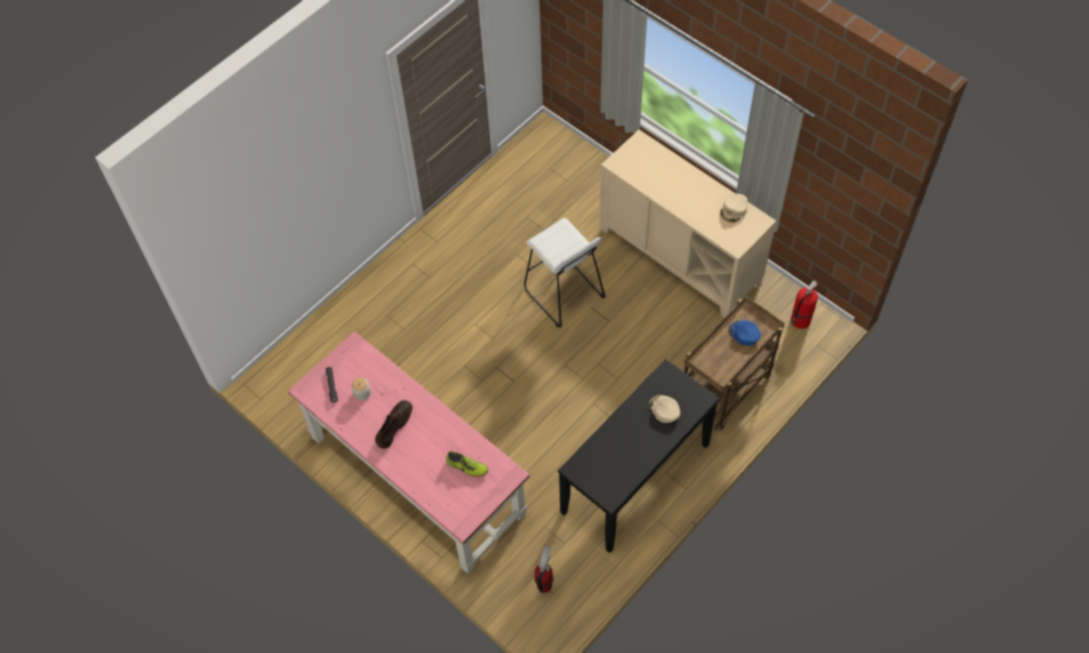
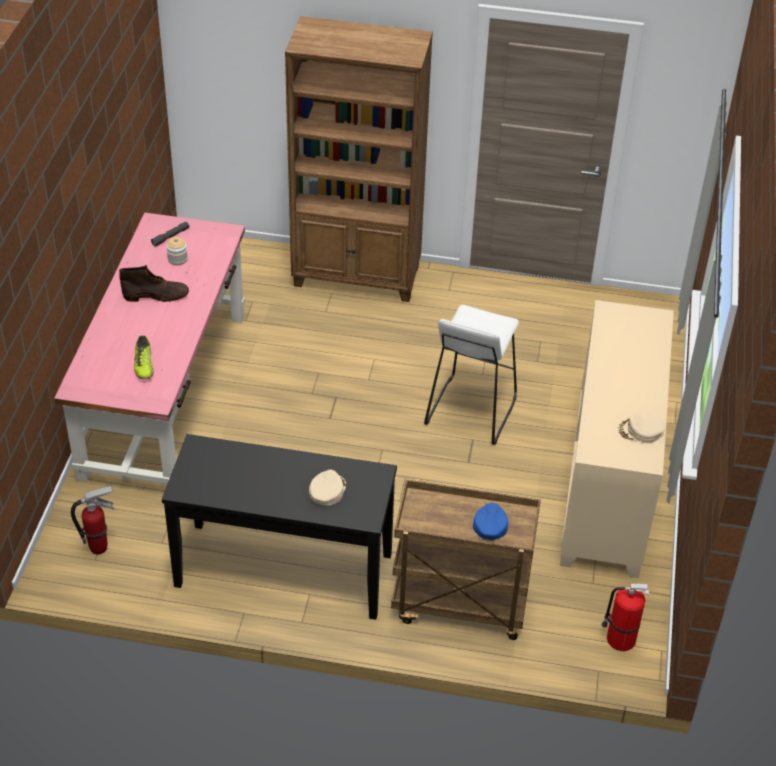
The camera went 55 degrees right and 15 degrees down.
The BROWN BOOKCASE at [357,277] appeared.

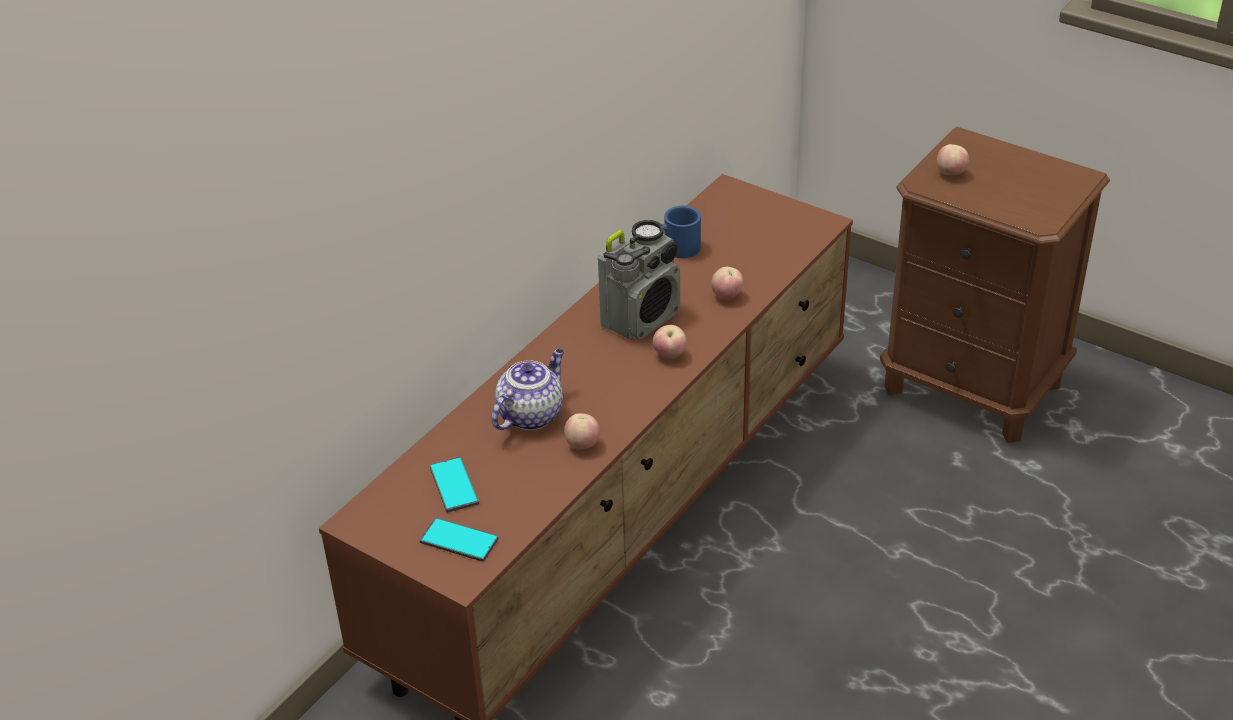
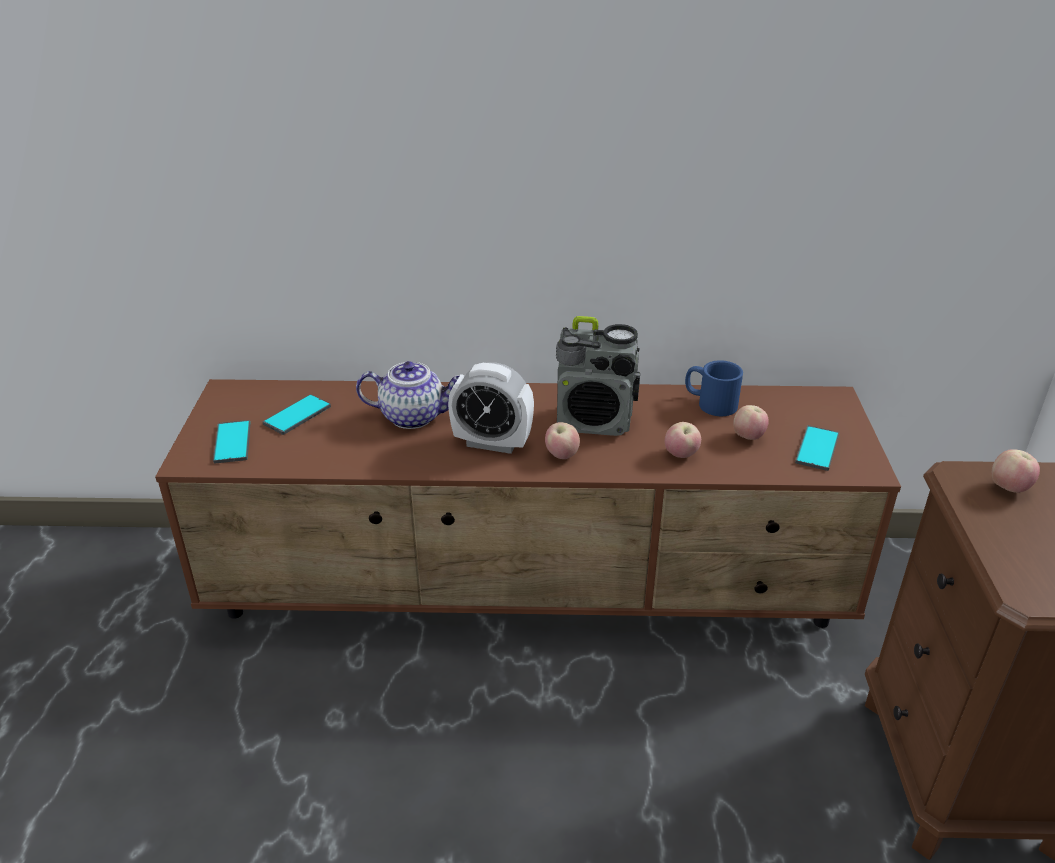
The camera went 55 degrees right and 5 degrees down.
The ALARM CLOCK at [492,443] appeared.
The APPLE moved from [582,445] to [748,437].
The PHONE at [817,448] appeared.

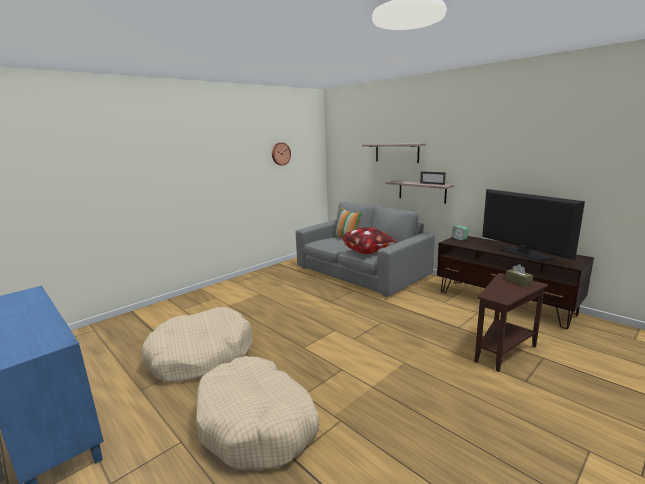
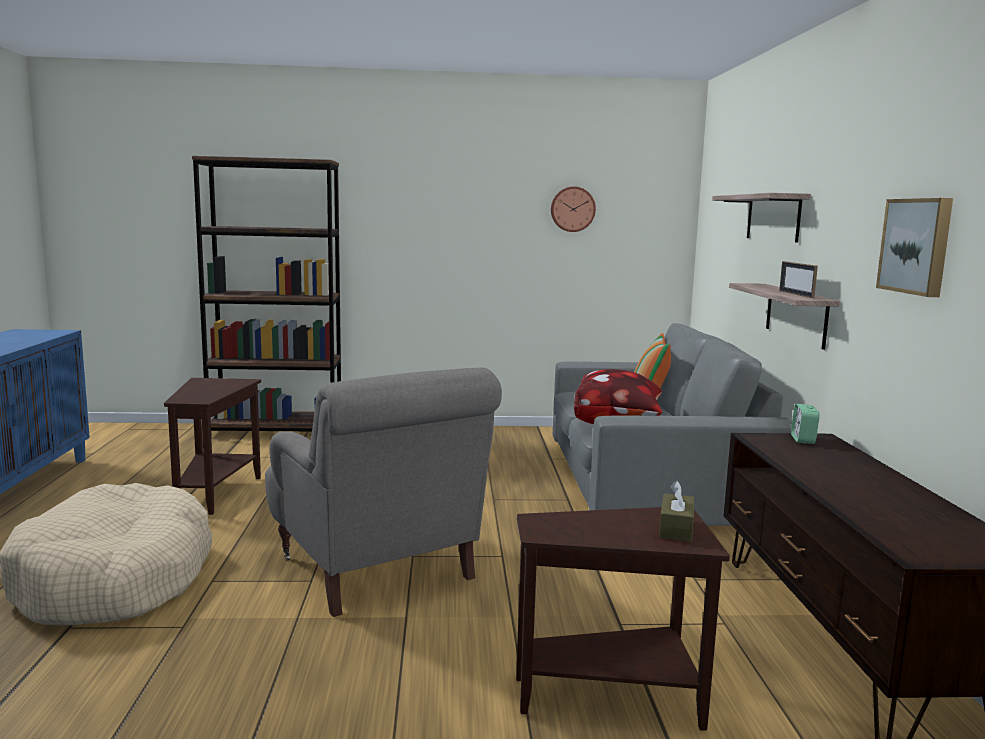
The camera went 40 degrees right and 5 degrees down.
The BEIGE DOG BED at [201,355] was replaced by the BROWN SIDE TABLE at [214,492].
The BROWN BOOKCASE at [277,431] appeared.
The GREY ARMCHAIR at [377,569] appeared.
The PICTURE at [917,246] appeared.
The TELEVISION at [523,253] disappeared.

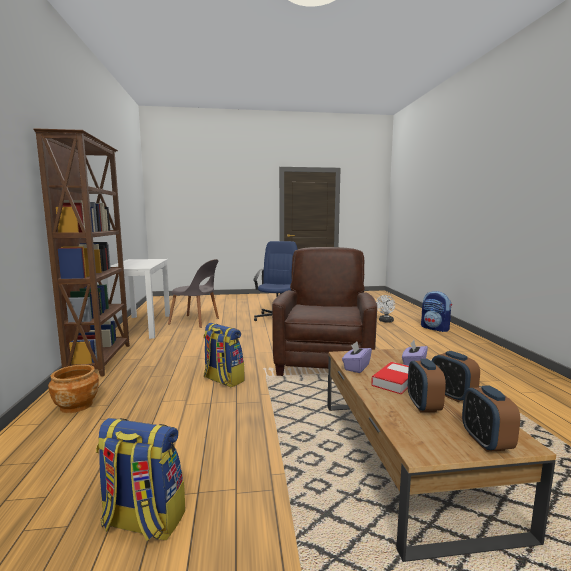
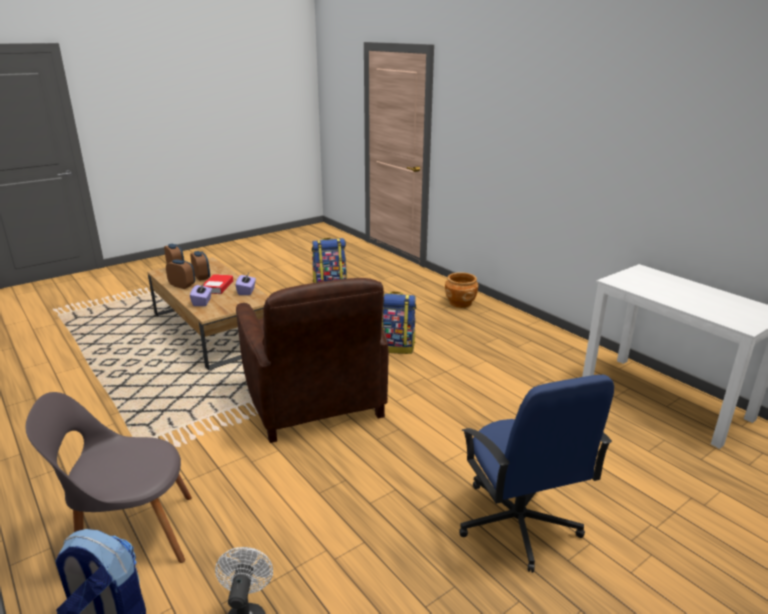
The camera went 150 degrees right and 15 degrees up.
The GREY CHAIR moved from [196,321] to [132,535].
The BROWN BOOKCASE at [101,360] disappeared.

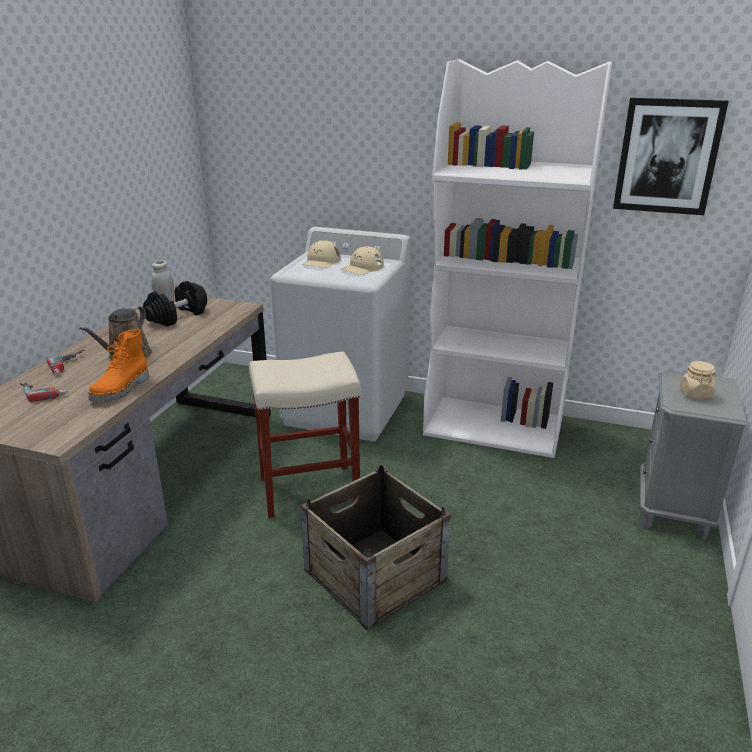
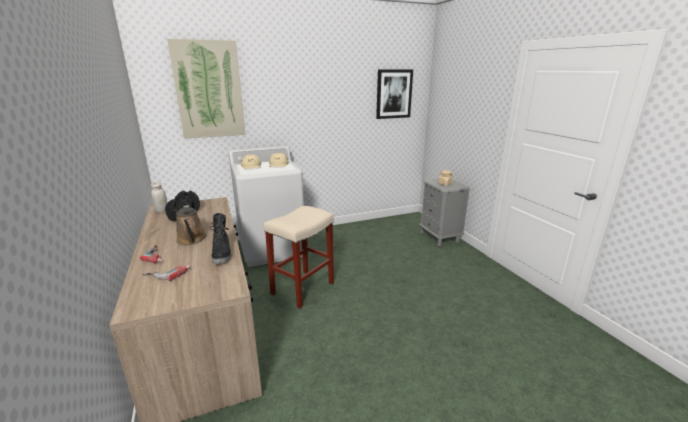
The camera went 40 degrees left and 5 degrees down.
The PICTURE at [209,90] appeared.
The ORANGE BOOT at [122,390] became the BLACK BOOT at [222,254].
The CRATE at [375,575] disappeared.
The WHITE BOOKCASE at [495,427] disappeared.

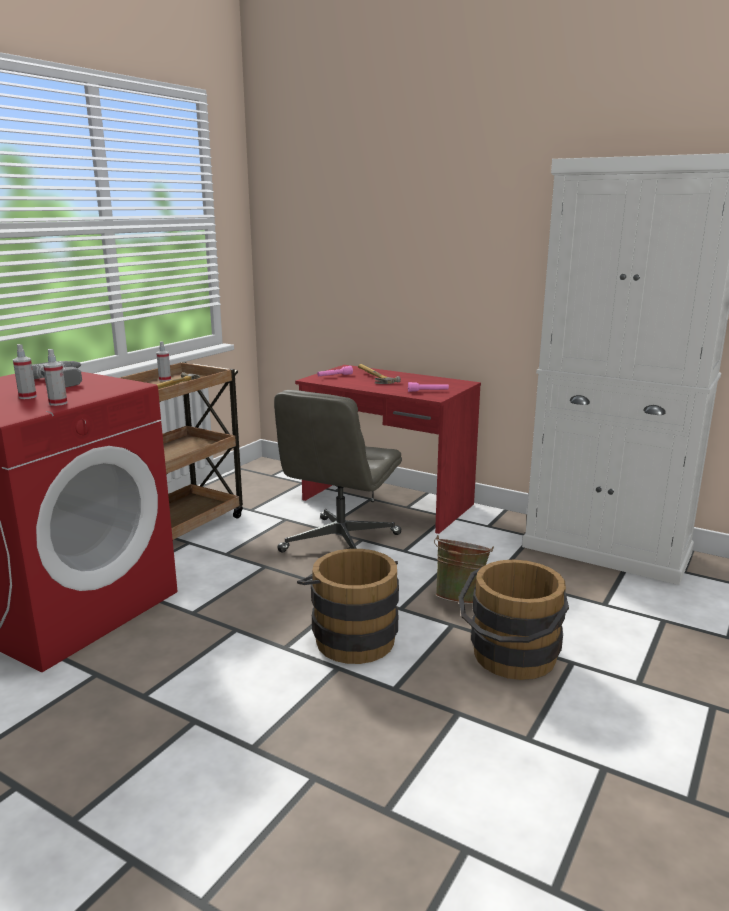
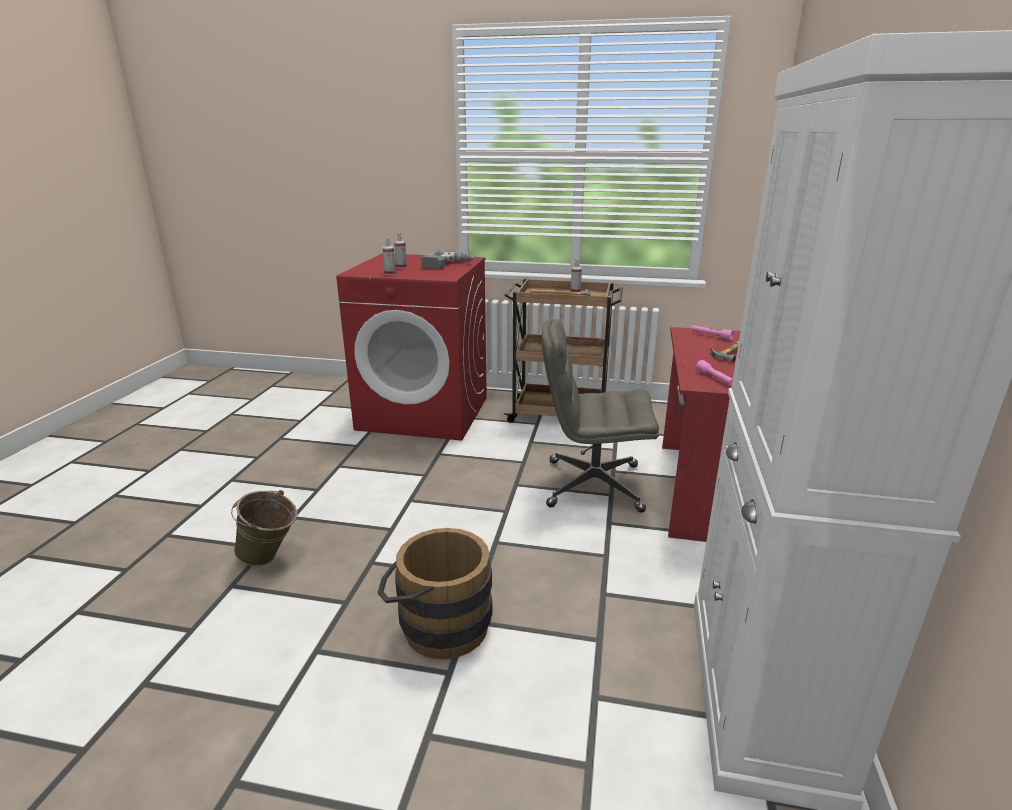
The camera went 70 degrees right and 5 degrees up.
The GREEN BUCKET moved from [460,598] to [271,559].
The BROWN BUCKET at [351,636] disappeared.

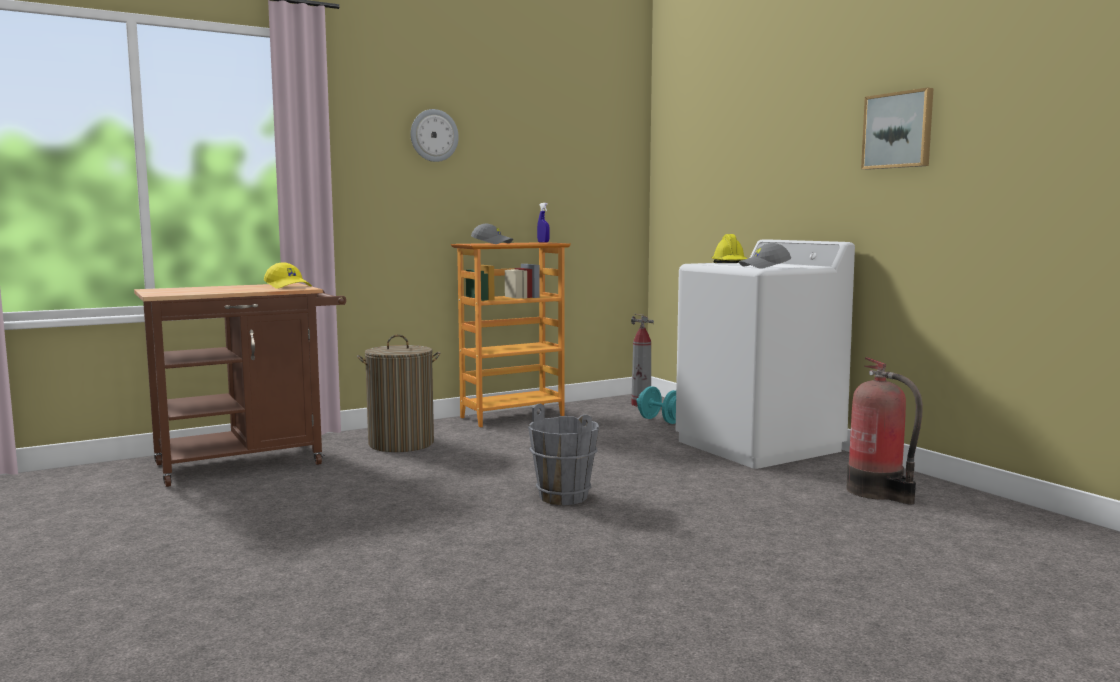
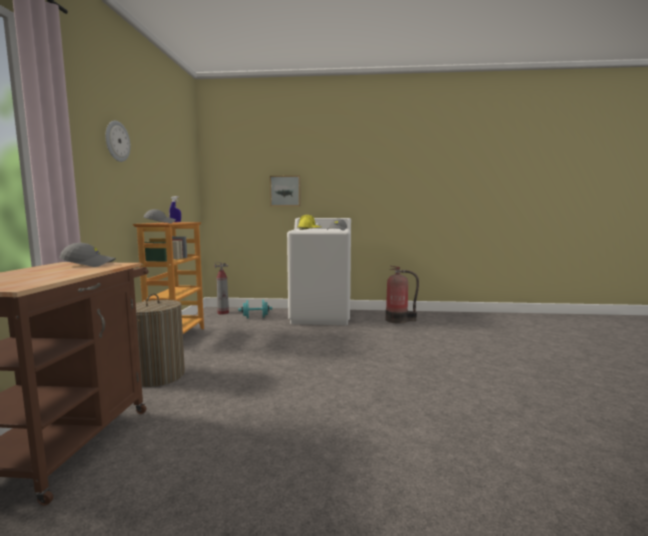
The camera went 55 degrees left and 0 degrees up.
The YELLOW CAP at [288,286] became the GREY CAP at [89,264].
The PICTURE moved from [898,130] to [285,191].
The GREY BUCKET at [564,497] disappeared.

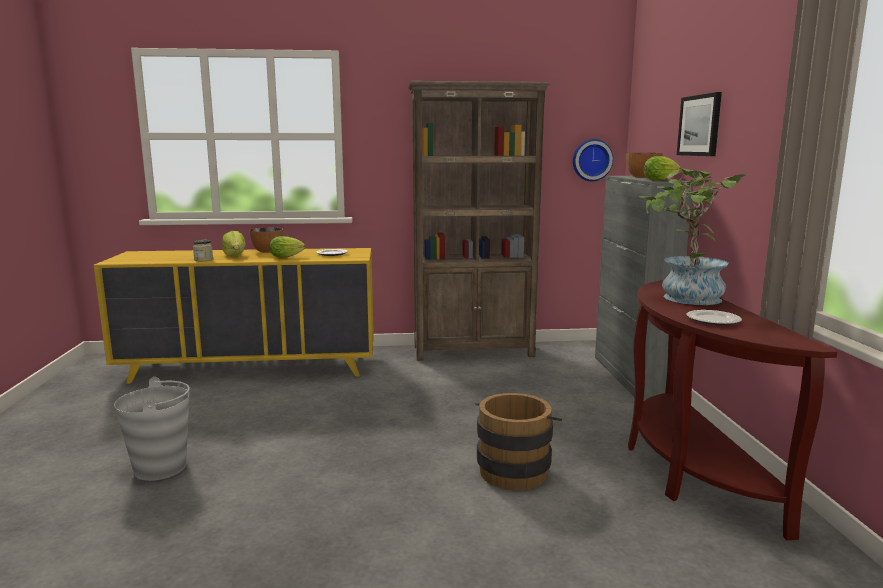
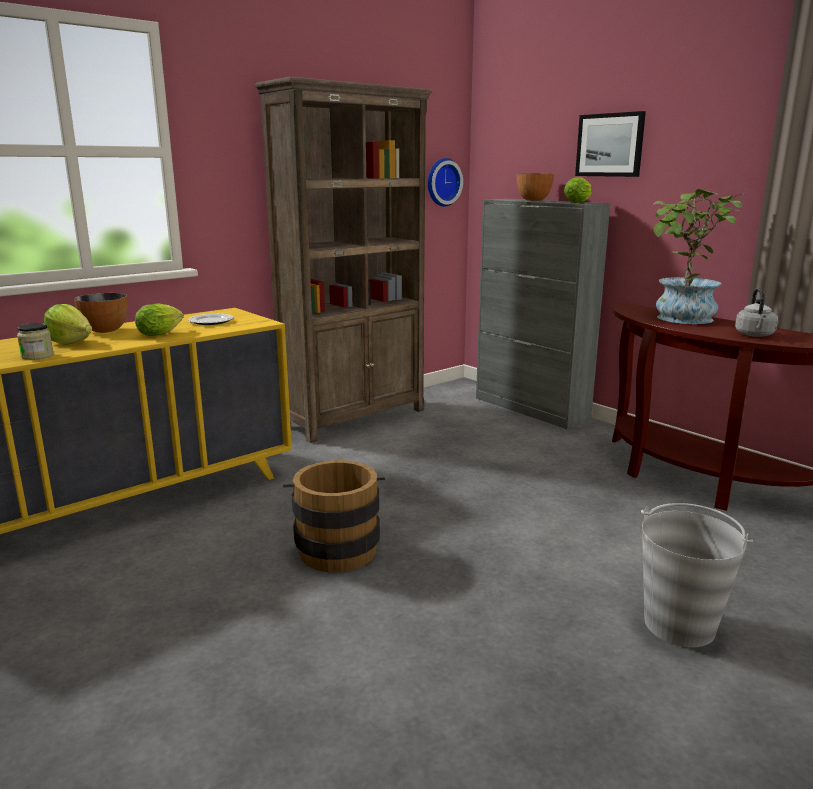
The camera went 35 degrees left and 5 degrees up.
The BROWN BUCKET moved from [515,468] to [336,546].
The GREY BUCKET moved from [161,468] to [680,625].
The PLATE at [713,320] was replaced by the GREY KETTLE at [754,335].

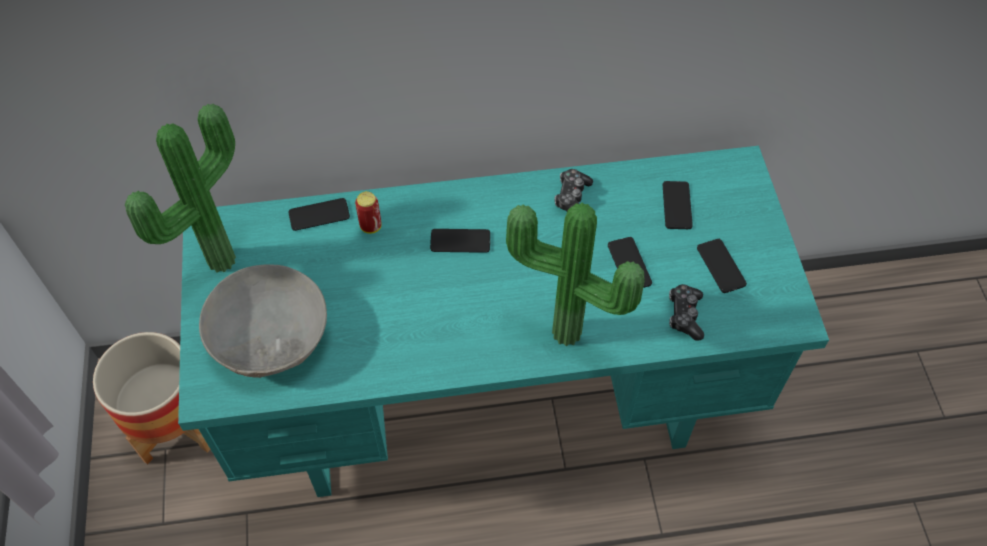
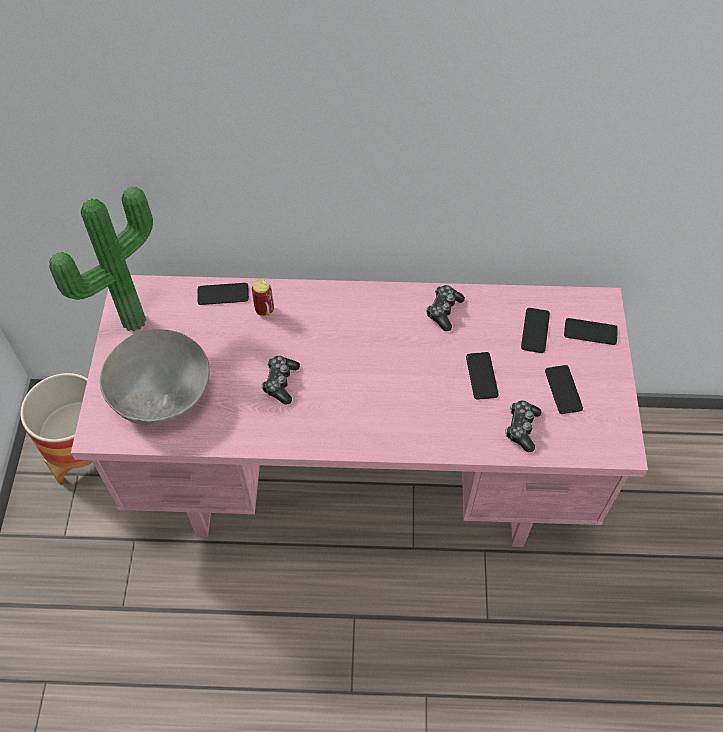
The camera went 10 degrees right and 0 degrees up.
The TURQUOISE DESK at [495,401] became the PINK DESK at [364,479].
The GAME CONTROLLER at [280,382] appeared.
The PHONE moved from [460,241] to [590,332].
The POTTED PLANT at [565,338] disappeared.

